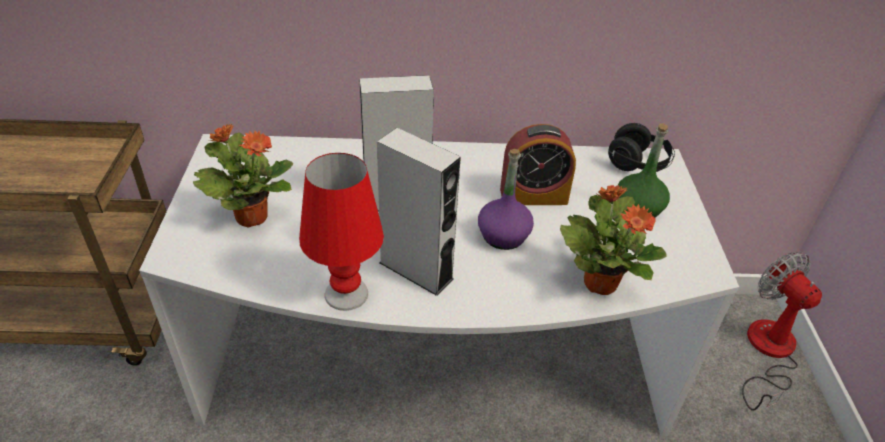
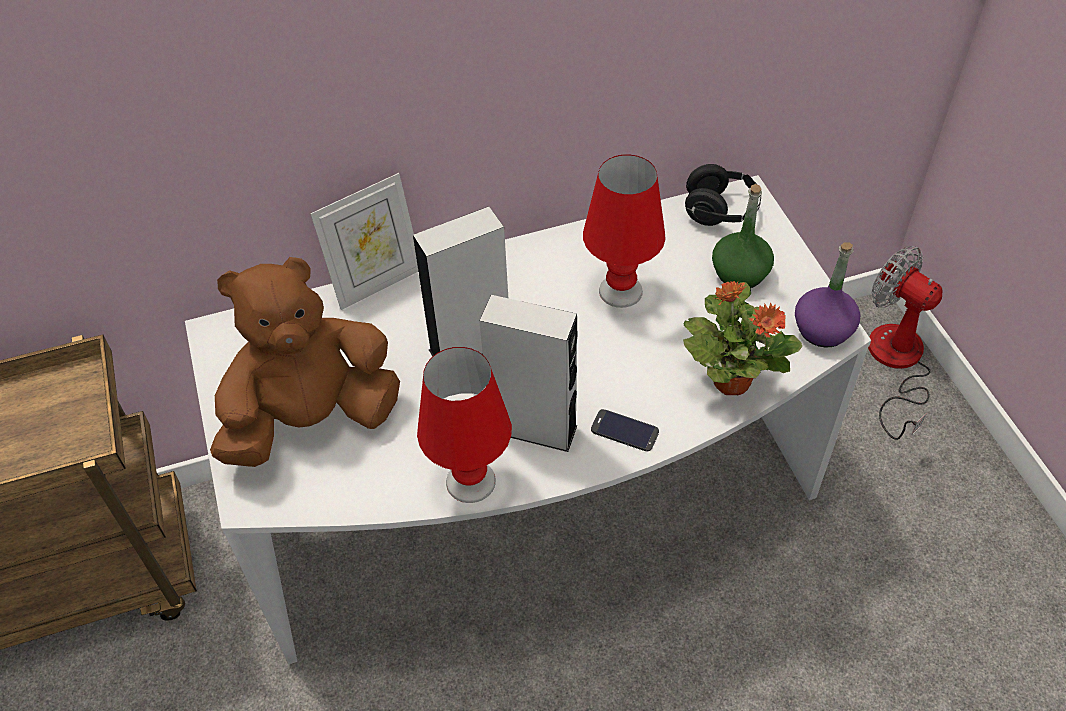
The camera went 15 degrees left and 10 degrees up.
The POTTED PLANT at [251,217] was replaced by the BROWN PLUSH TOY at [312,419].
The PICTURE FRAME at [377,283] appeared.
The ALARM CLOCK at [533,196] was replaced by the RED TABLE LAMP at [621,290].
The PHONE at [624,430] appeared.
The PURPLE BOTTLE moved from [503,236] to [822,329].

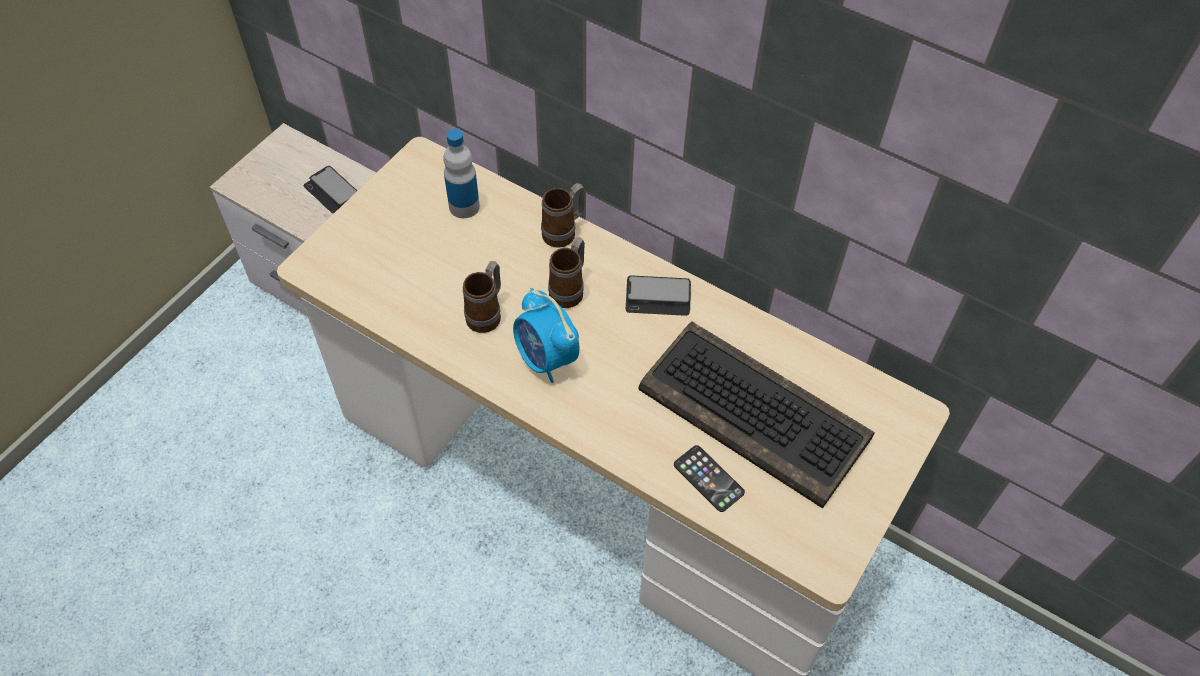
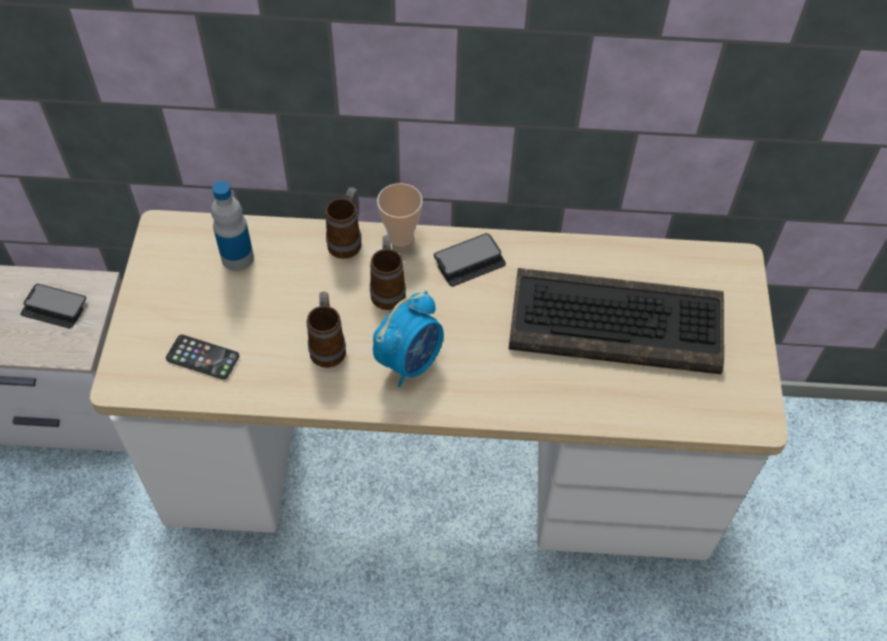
The camera went 30 degrees left and 0 degrees up.
The PHONE moved from [708,478] to [202,357].
The ALARM CLOCK at [546,359] turned 75 degrees counterclockwise.
The CUP at [400,237] appeared.

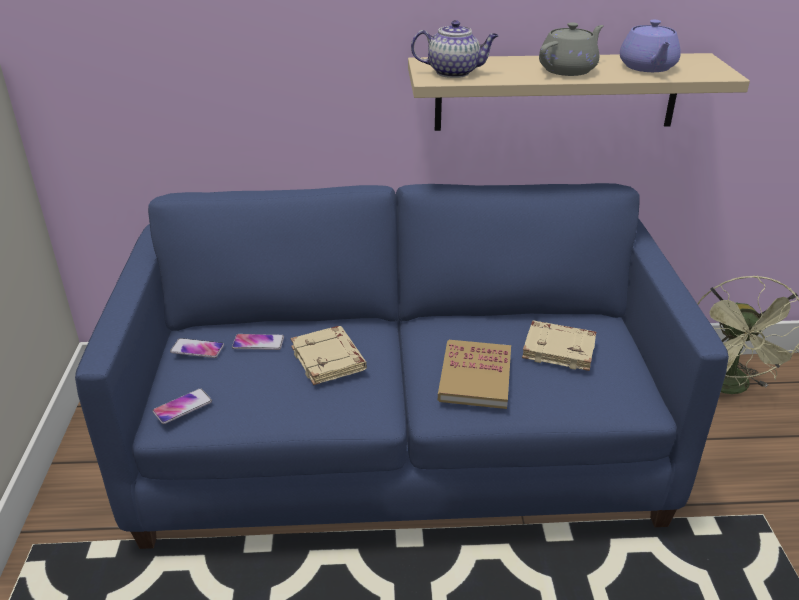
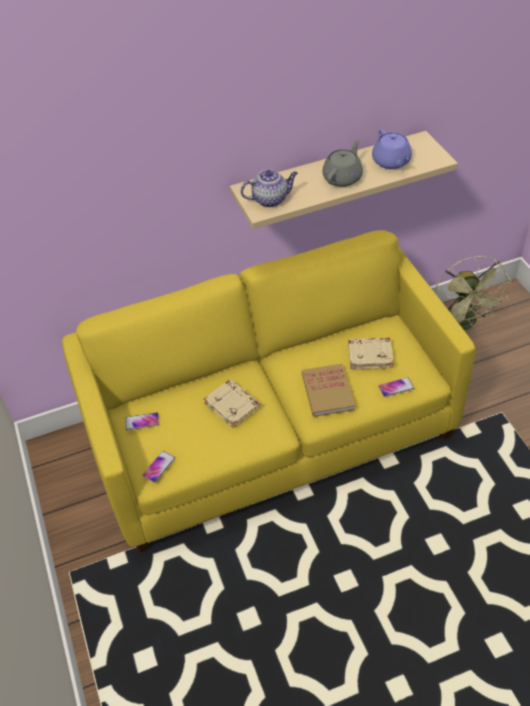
The camera went 15 degrees left and 15 degrees up.
The BLUE SOFA at [401,448] became the YELLOW SOFA at [272,432].
The PHONE moved from [258,343] to [396,387].

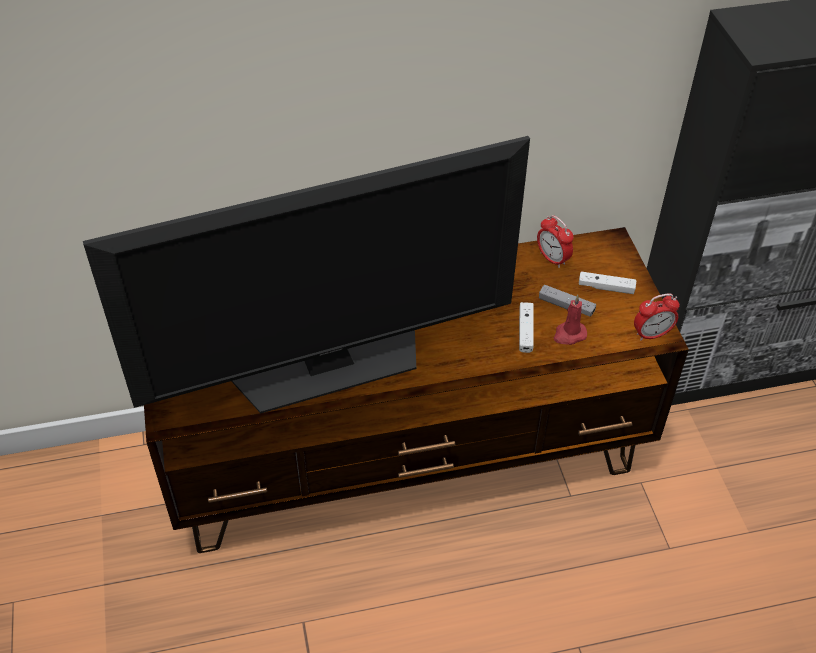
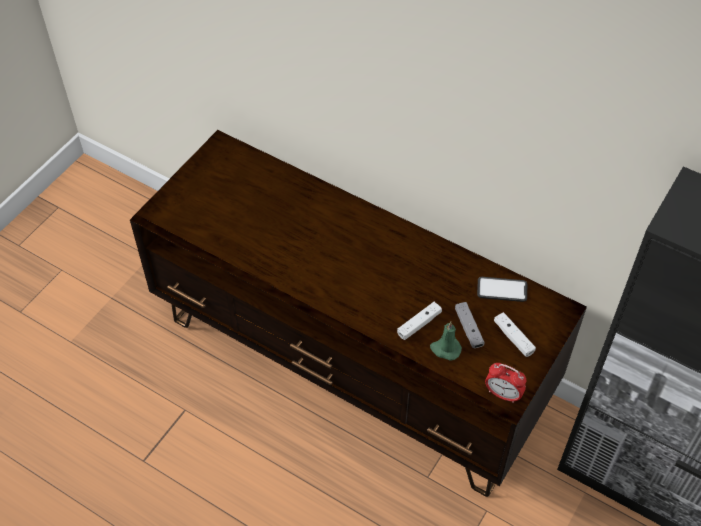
The camera went 45 degrees right and 5 degrees up.
The RED CANDLE at [569,335] became the GREEN CANDLE at [445,349].
The ALARM CLOCK at [552,259] was replaced by the PHONE at [502,290].
The TELEVISION at [329,365] disappeared.

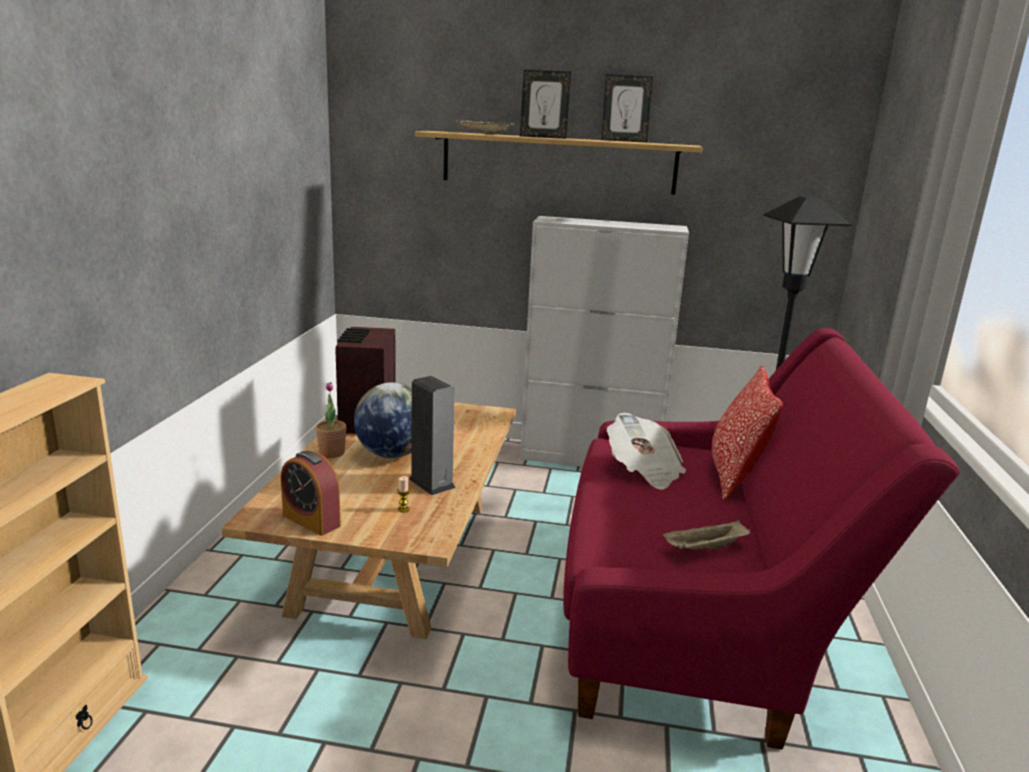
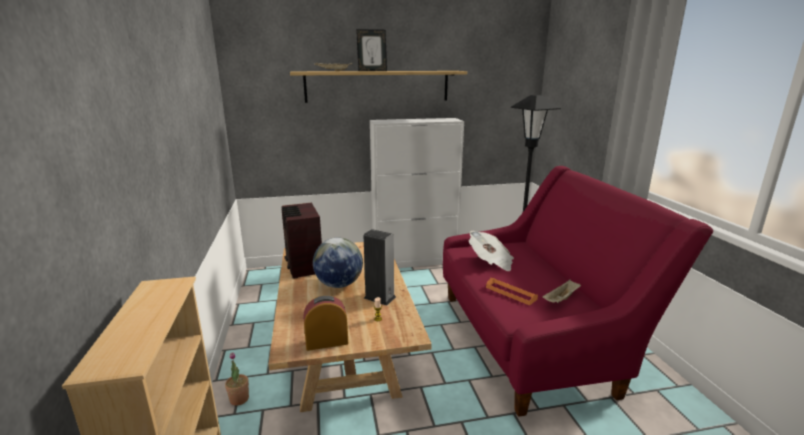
The camera went 20 degrees left and 0 degrees up.
The POTTED PLANT moved from [332,453] to [239,399].
The ALARM CLOCK at [311,520] turned 150 degrees clockwise.
The ORANGE TRAY at [511,293] appeared.
The PICTURE FRAME at [623,141] disappeared.
The PILLOW at [735,476] disappeared.

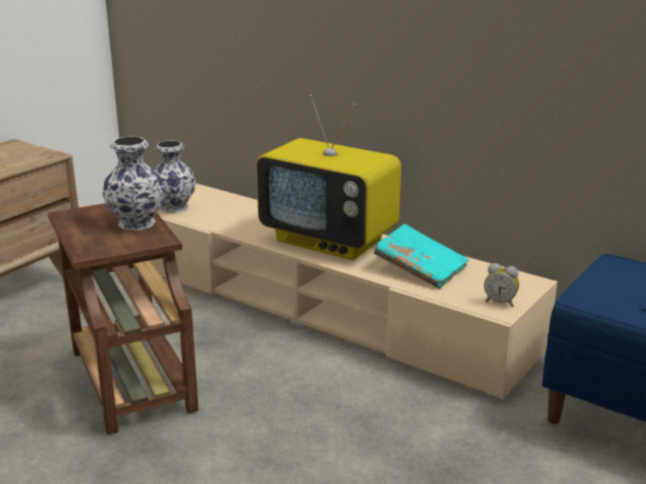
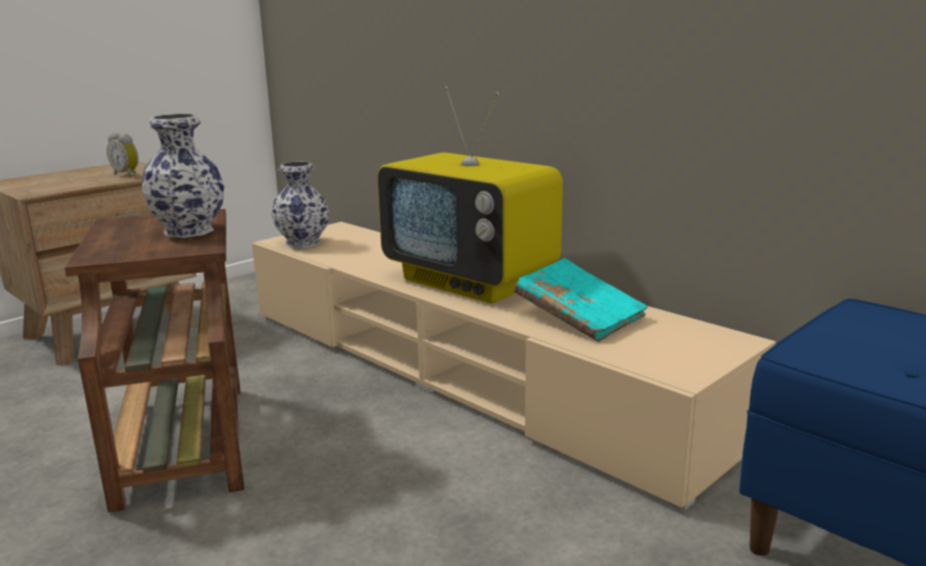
The camera went 10 degrees right and 5 degrees down.
The ALARM CLOCK moved from [500,302] to [127,175].

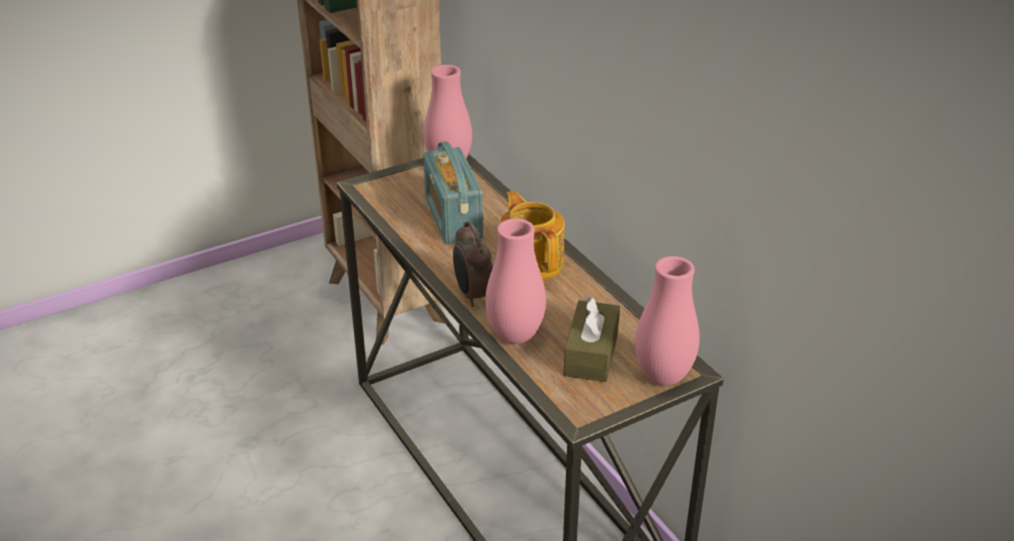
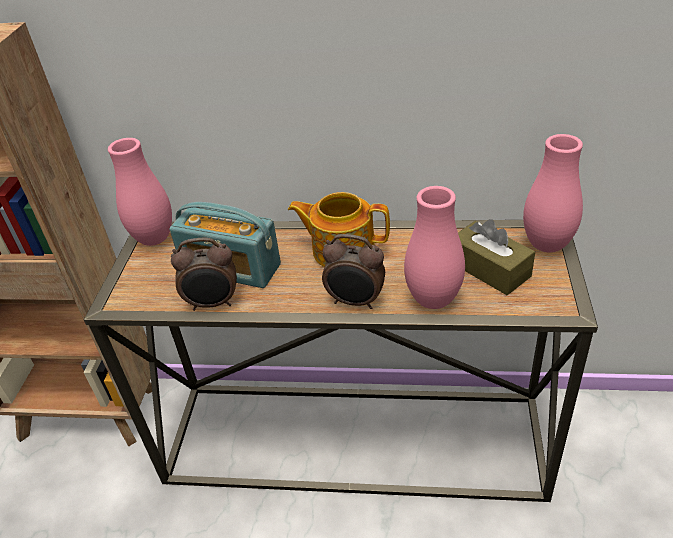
The camera went 50 degrees left and 5 degrees up.
The ALARM CLOCK at [213,303] appeared.

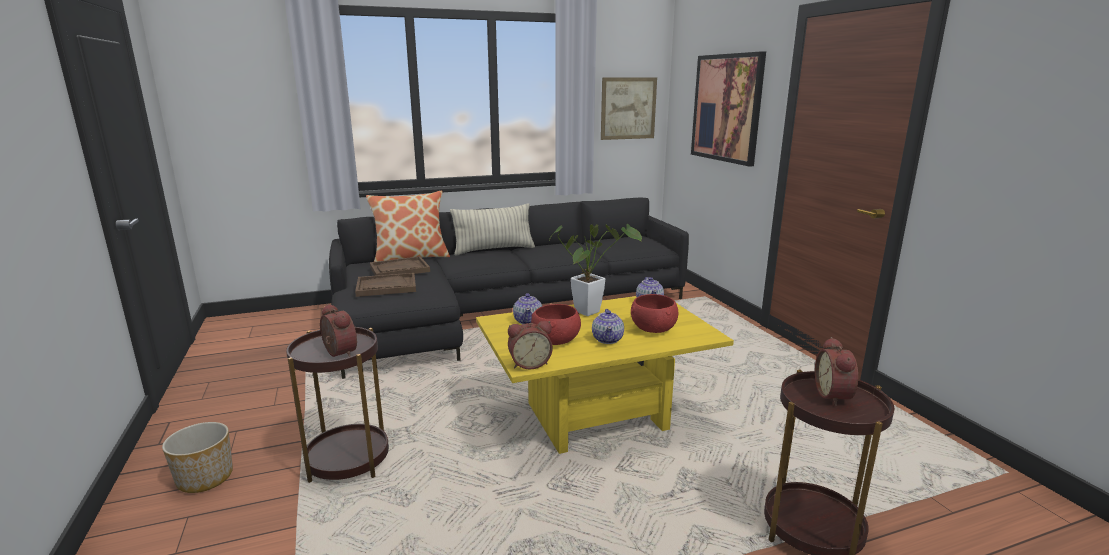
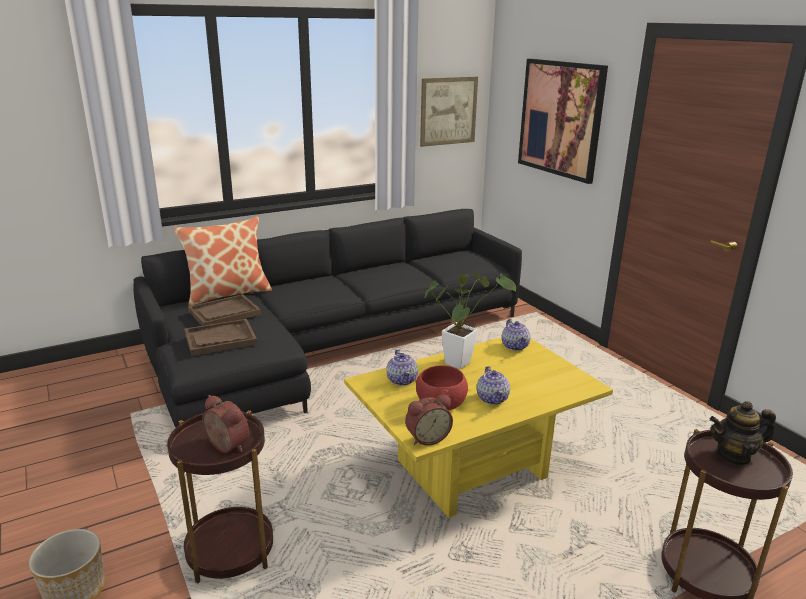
The camera went 10 degrees left and 5 degrees up.
The ALARM CLOCK at [835,396] was replaced by the TEAPOT at [734,456].
The PILLOW at [494,250] disappeared.
The RED BOWL at [653,328] disappeared.

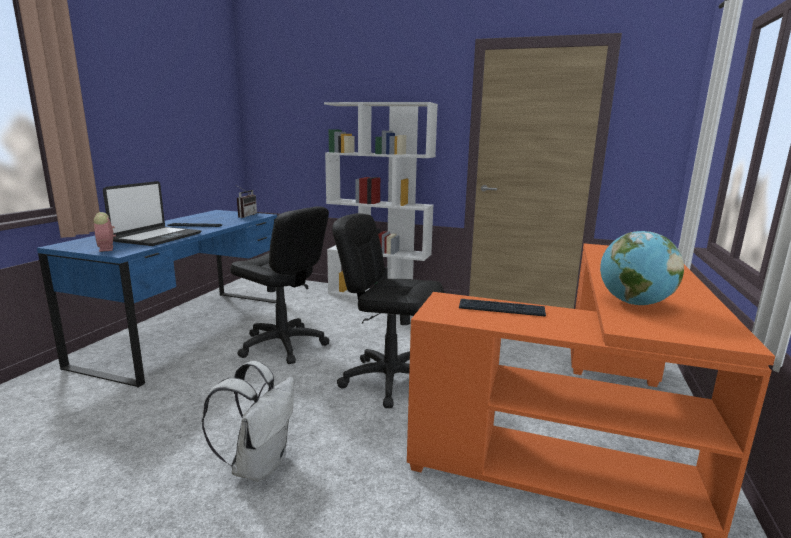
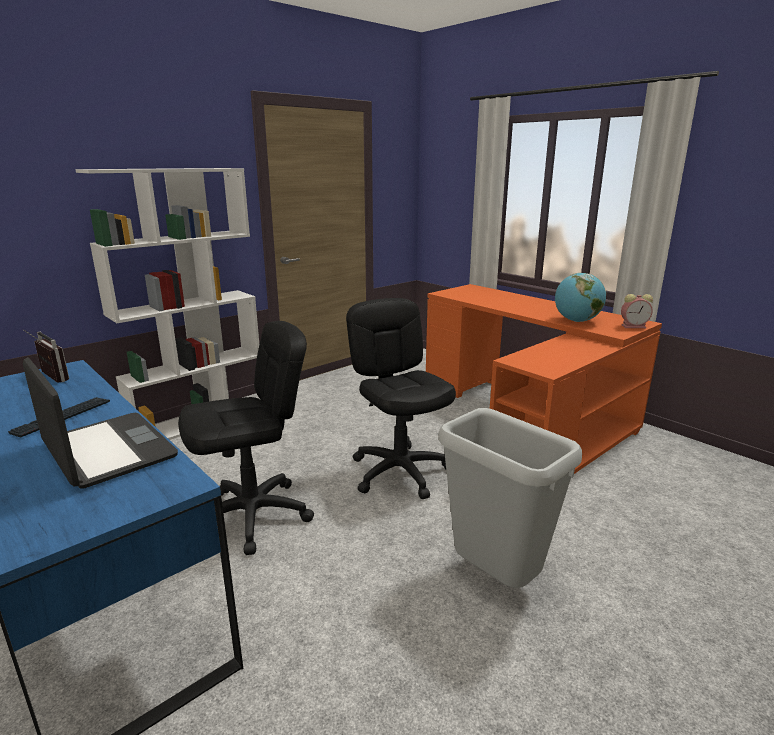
The camera went 60 degrees left and 5 degrees up.
The BLACK OFFICE CHAIR at [389,380] turned 105 degrees clockwise.
The WHITE BACKPACK at [259,465] was replaced by the GREY TRASH CAN at [493,579].
The ALARM CLOCK moved from [106,249] to [634,326].
The KEYBOARD at [501,309] disappeared.

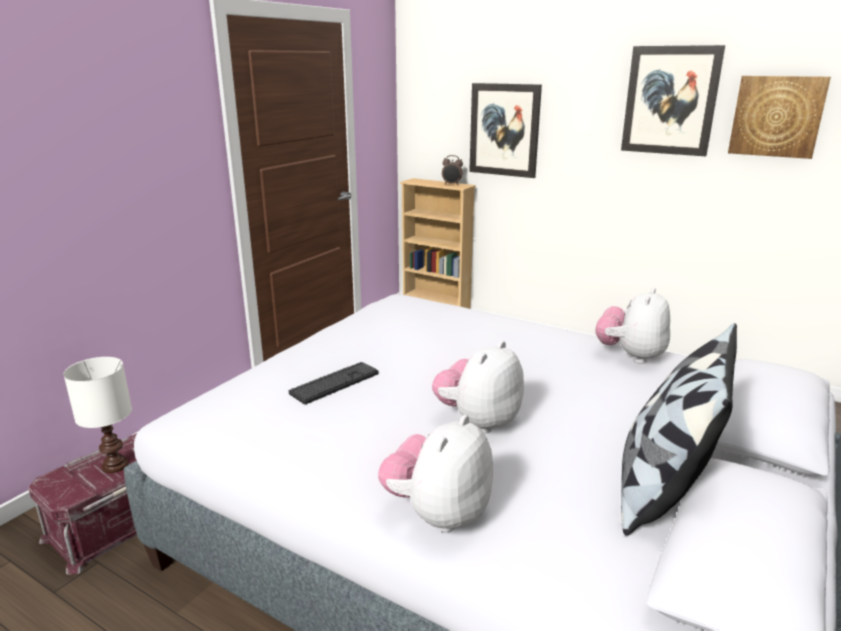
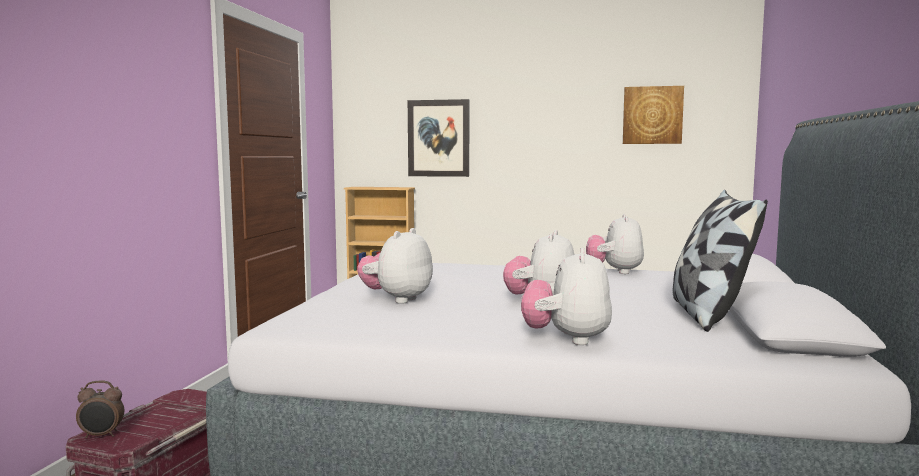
The camera went 20 degrees left and 15 degrees down.
The ALARM CLOCK moved from [451,184] to [102,435].
The KEYBOARD at [335,383] was replaced by the PLUSH TOY at [397,299].
The WHITE TABLE LAMP at [115,465] disappeared.
The PICTURE at [670,101] disappeared.

